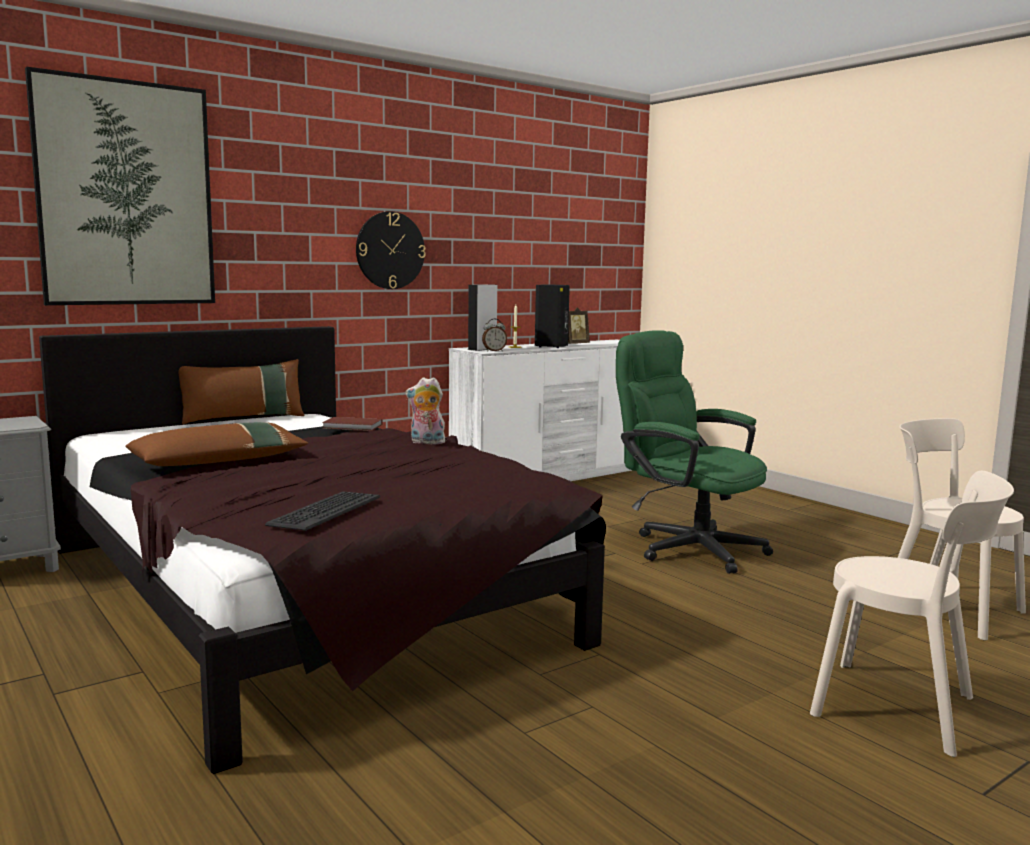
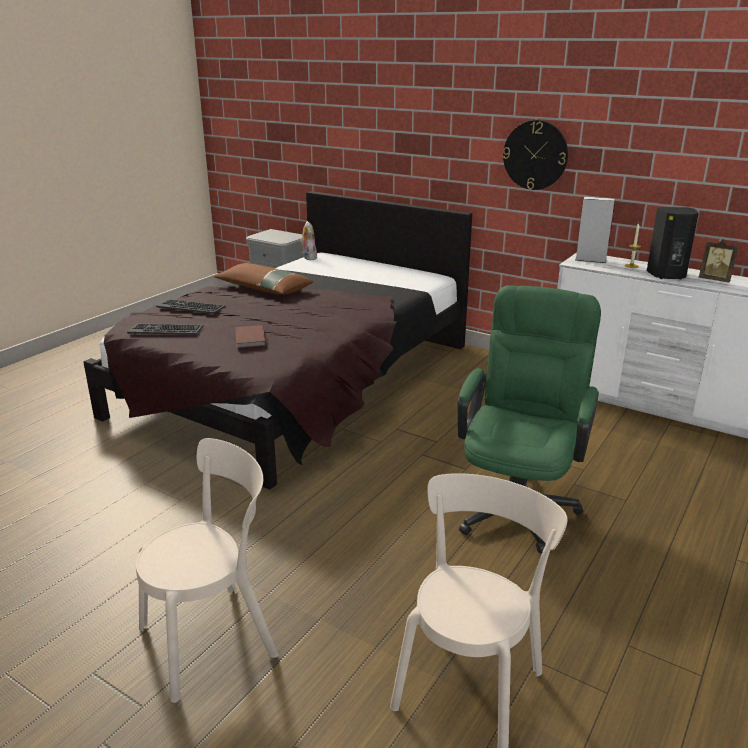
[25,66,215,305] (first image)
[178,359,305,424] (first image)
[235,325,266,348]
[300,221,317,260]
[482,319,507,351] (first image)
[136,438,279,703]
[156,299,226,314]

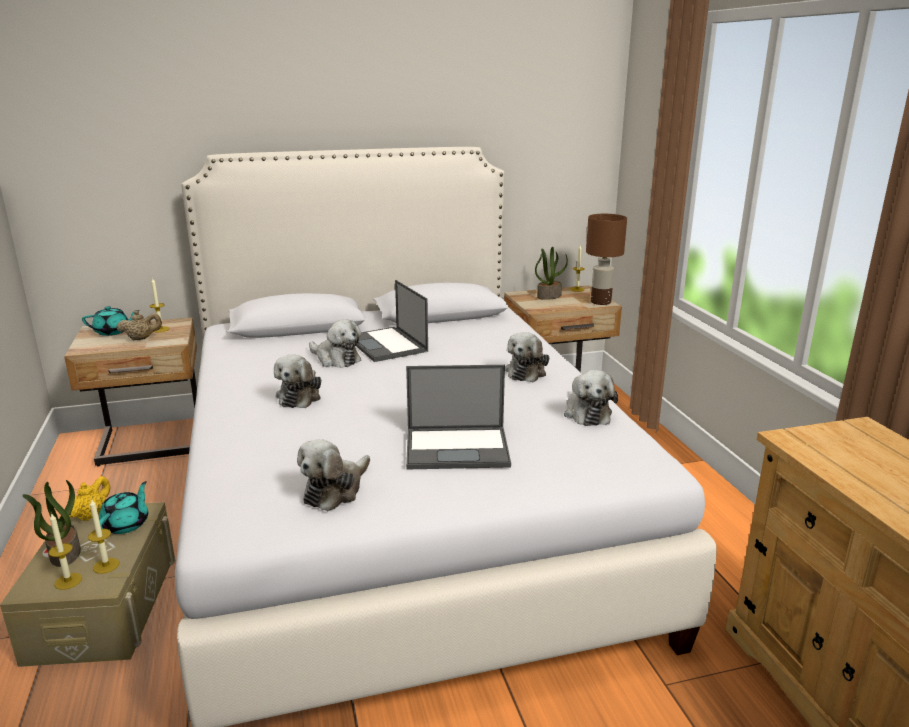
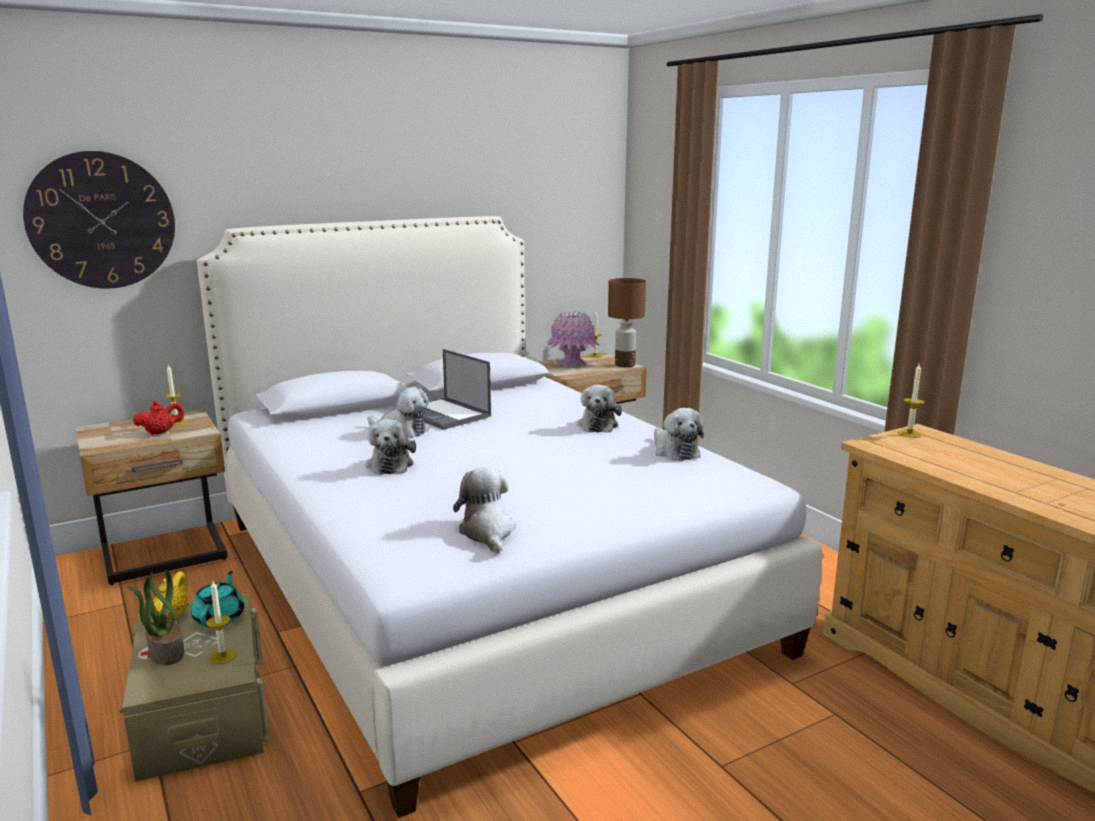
[897,364,924,438]
[82,306,140,336] (first image)
[133,401,185,435]
[453,468,516,553]
[406,365,511,469] (first image)
[546,311,599,367]
[23,151,175,289]

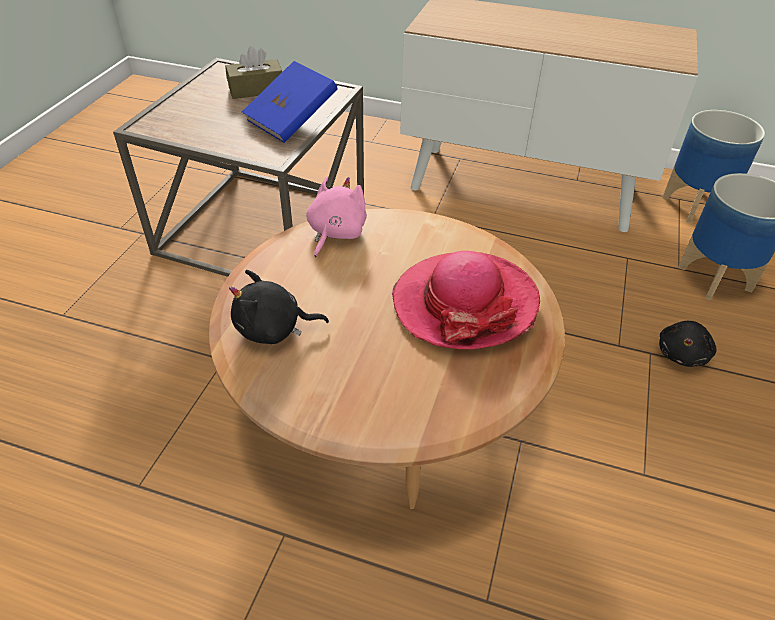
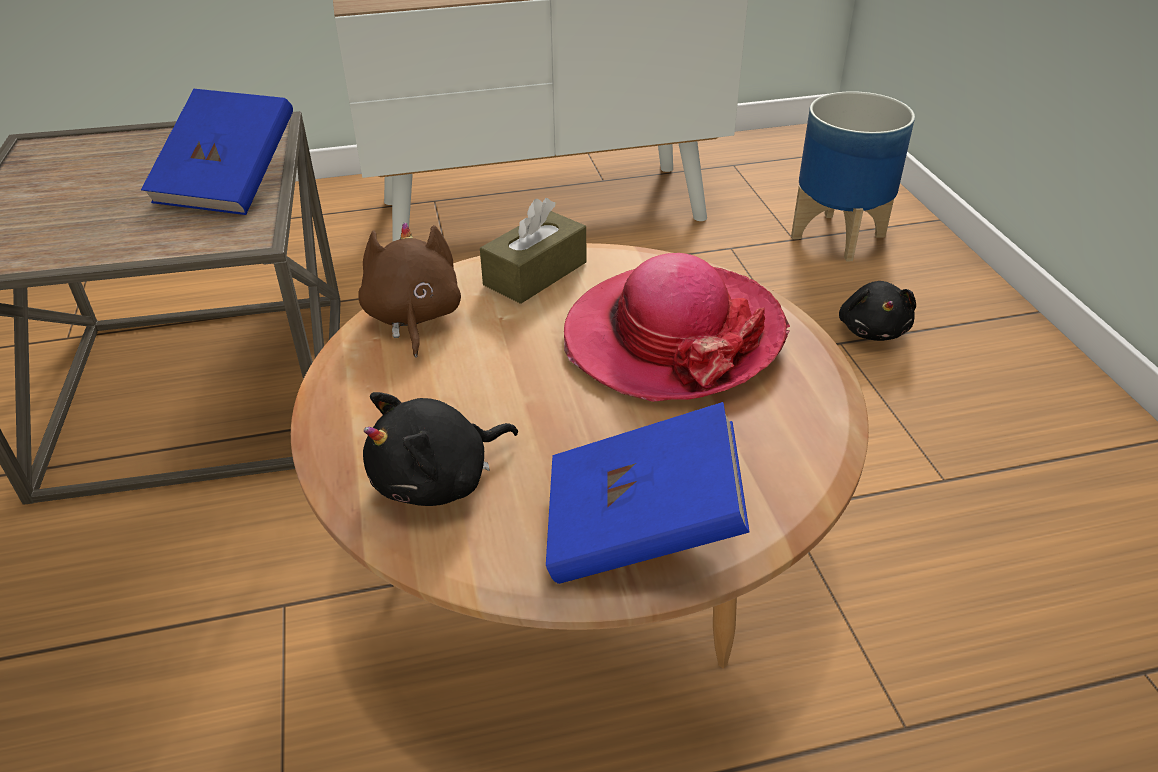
[480,198,586,304]
[359,222,461,358]
[662,110,765,223] (first image)
[546,402,750,584]

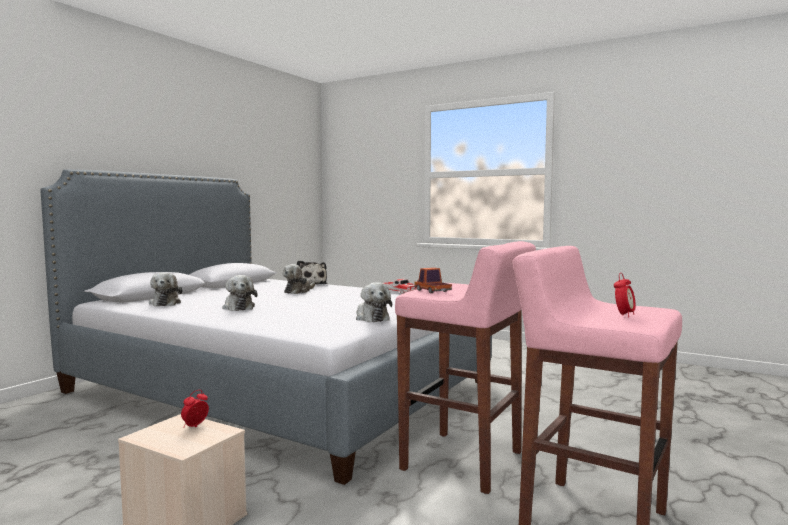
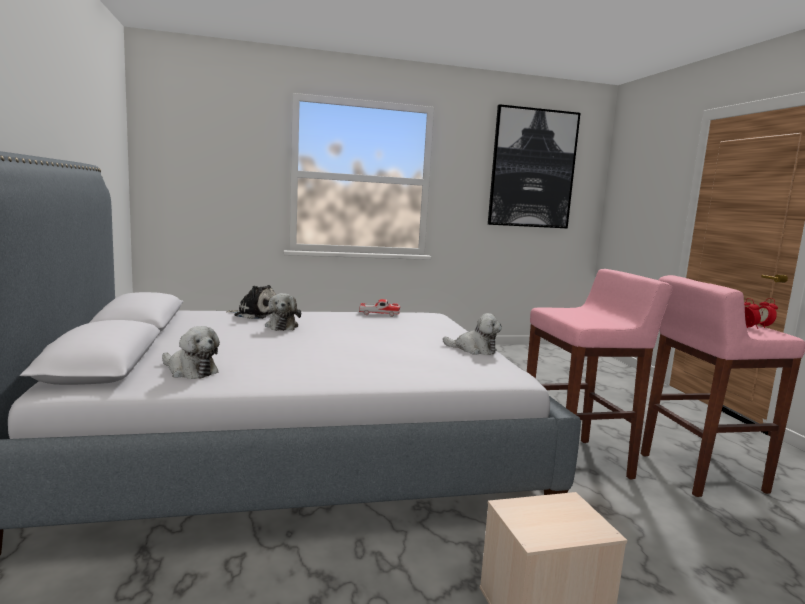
[758,298,778,328]
[222,275,258,311] (first image)
[414,267,452,293] (first image)
[488,104,580,229]

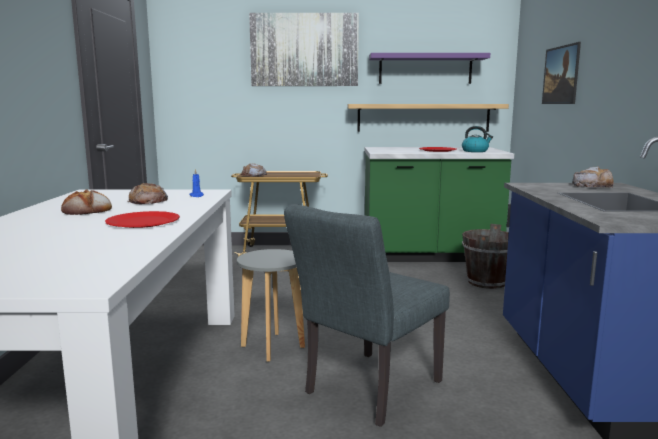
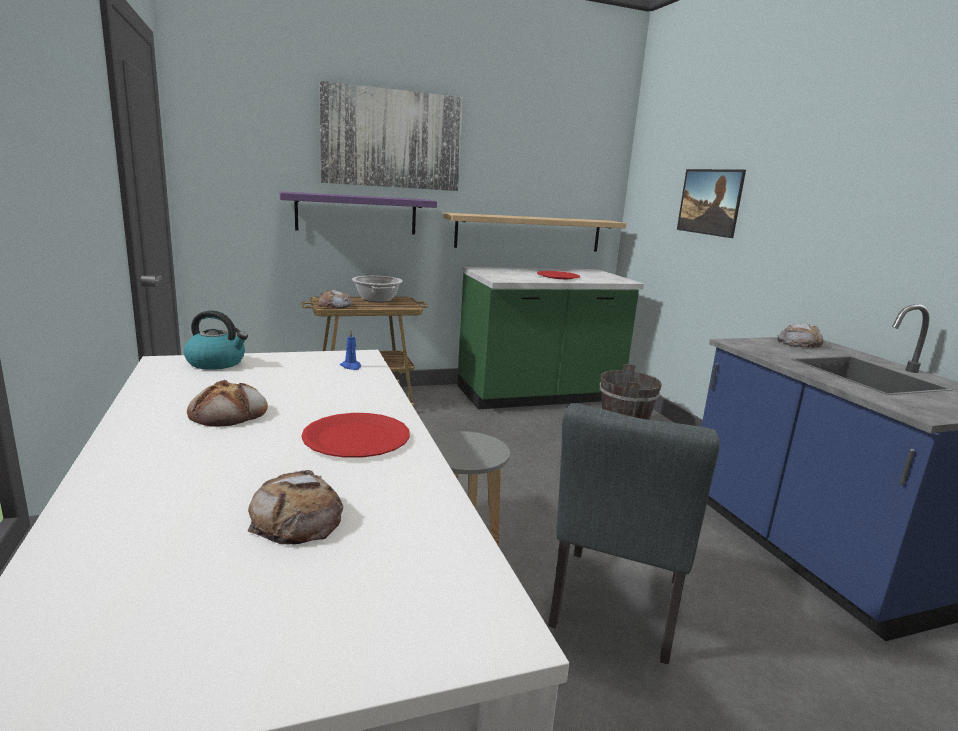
[248,470,343,544]
[279,191,437,235]
[184,310,248,370]
[352,276,403,302]

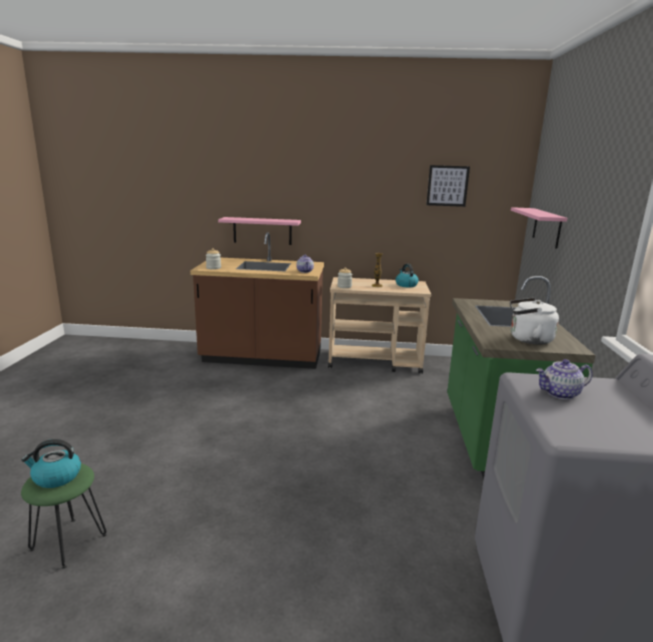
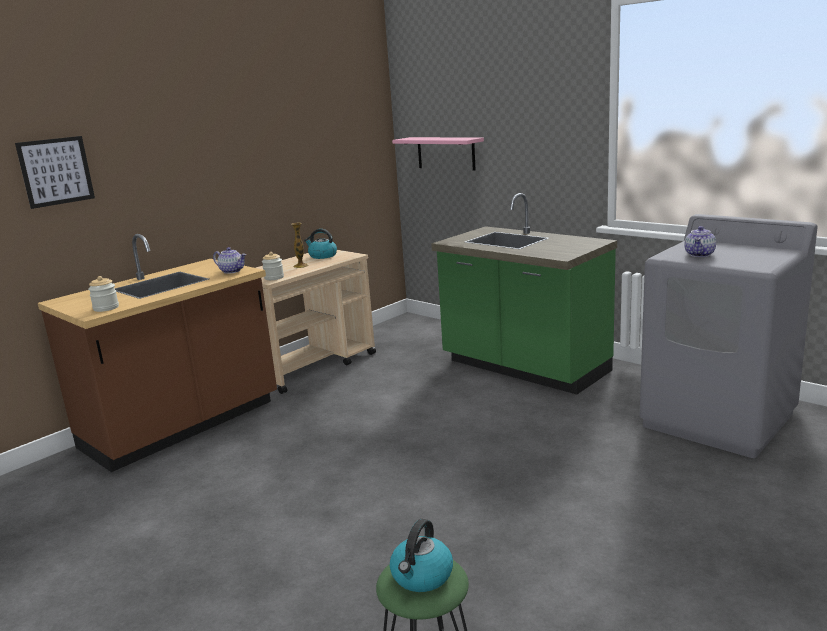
[218,217,301,245] (first image)
[15,136,95,209]
[510,298,559,345] (first image)

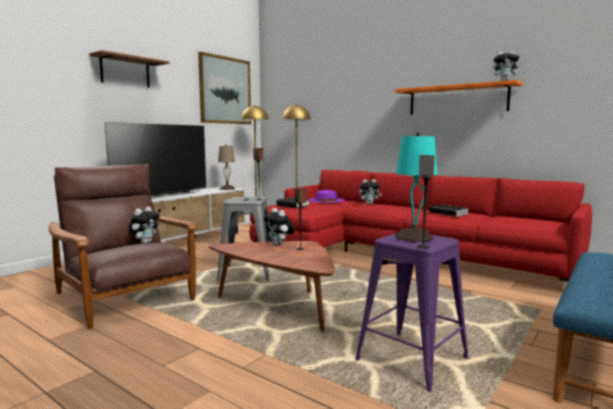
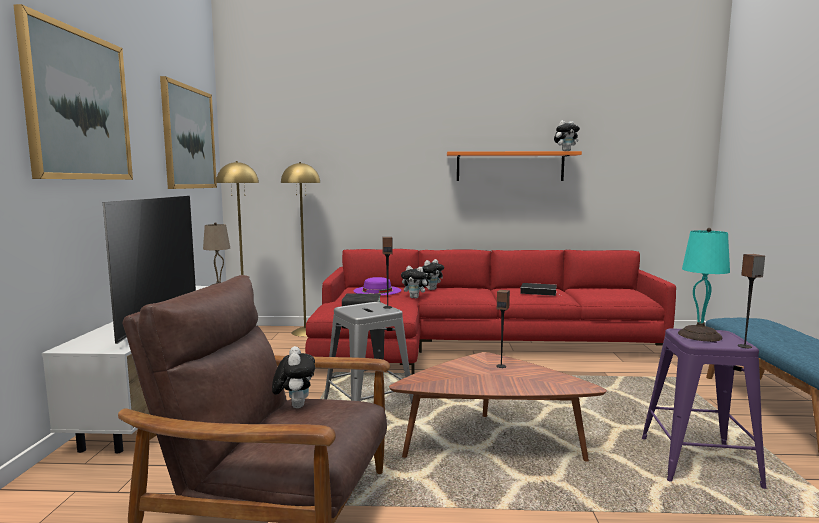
[13,4,133,180]
[401,266,430,298]

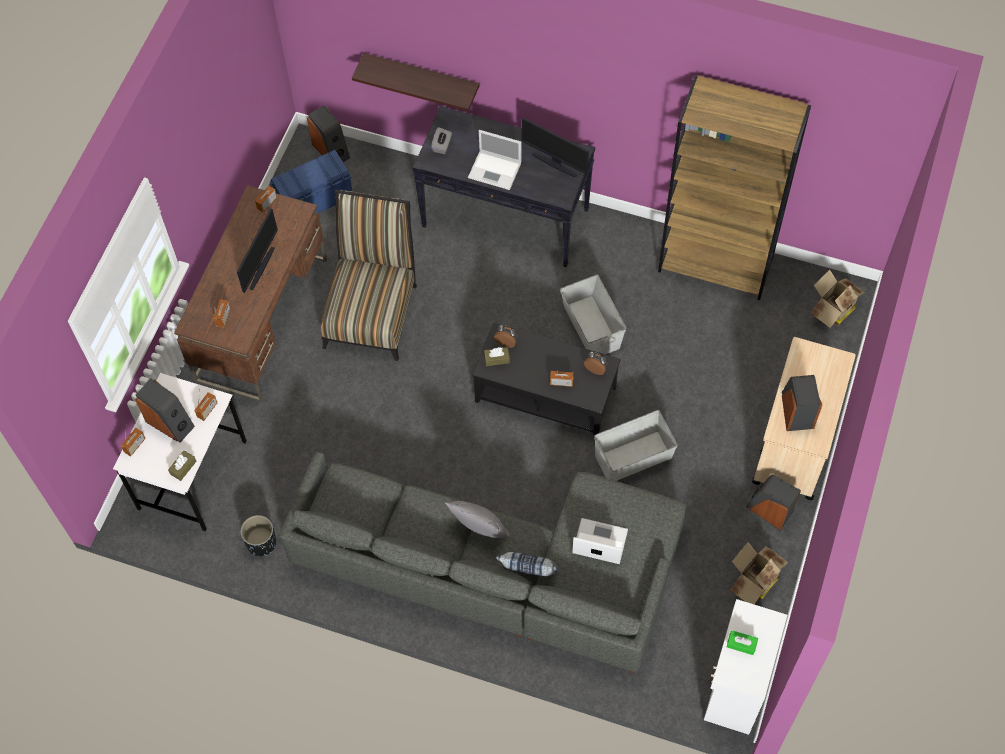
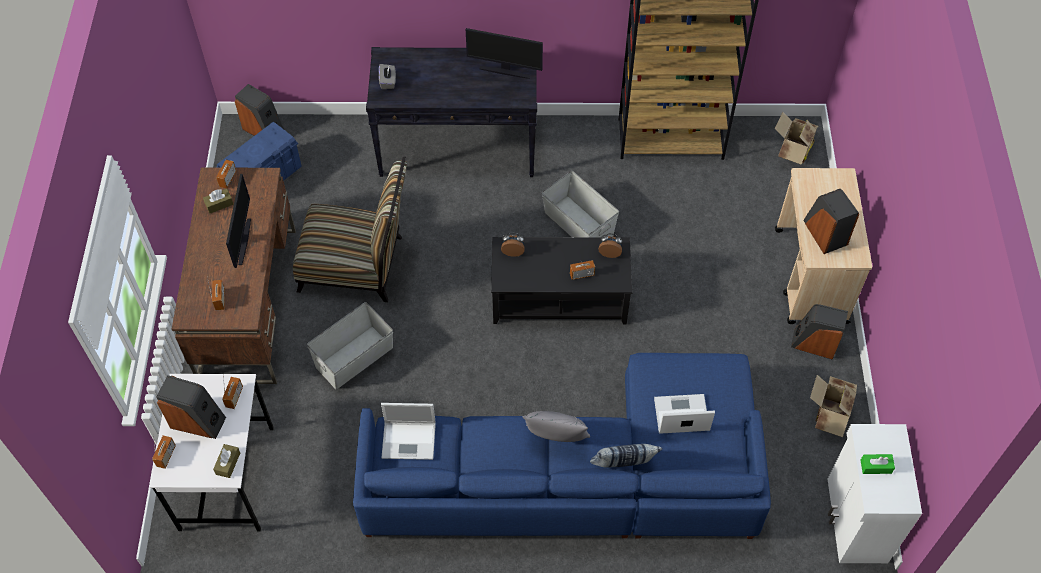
[241,515,276,556] (first image)
[353,353,771,539]
[293,157,407,302]
[352,53,480,111] (first image)
[381,403,436,460]
[203,189,234,214]
[307,302,393,390]

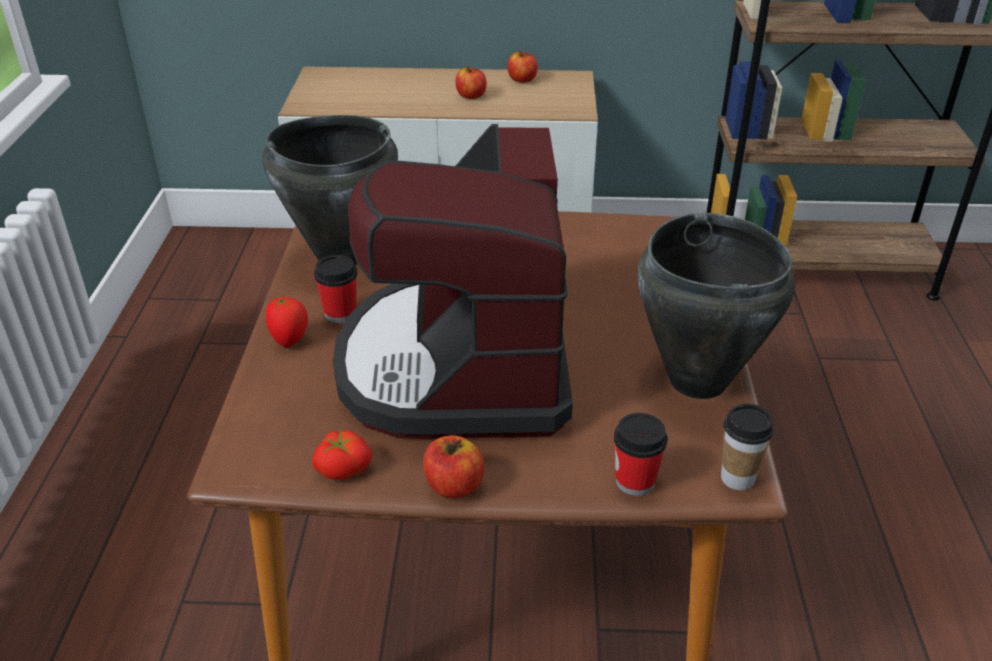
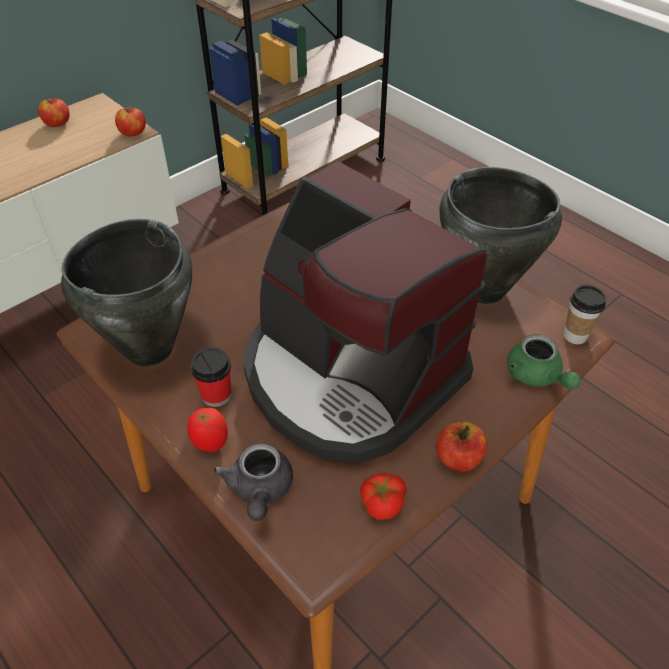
[115,107,146,137]
[507,334,581,389]
[213,443,293,521]

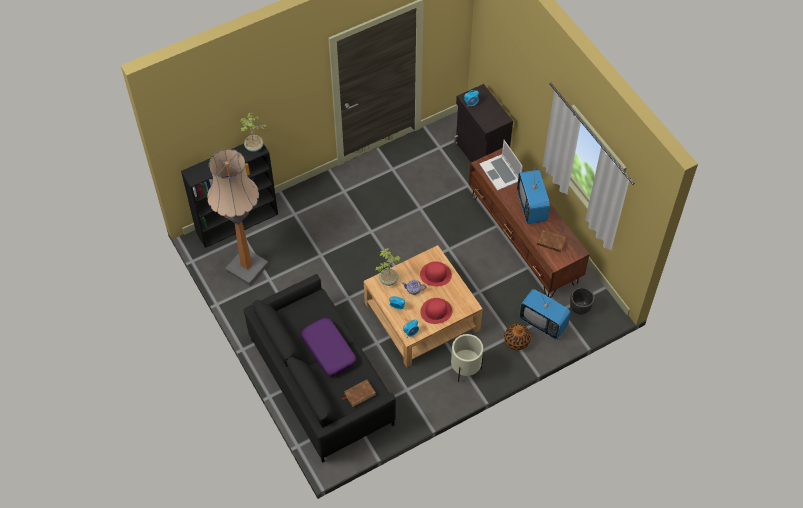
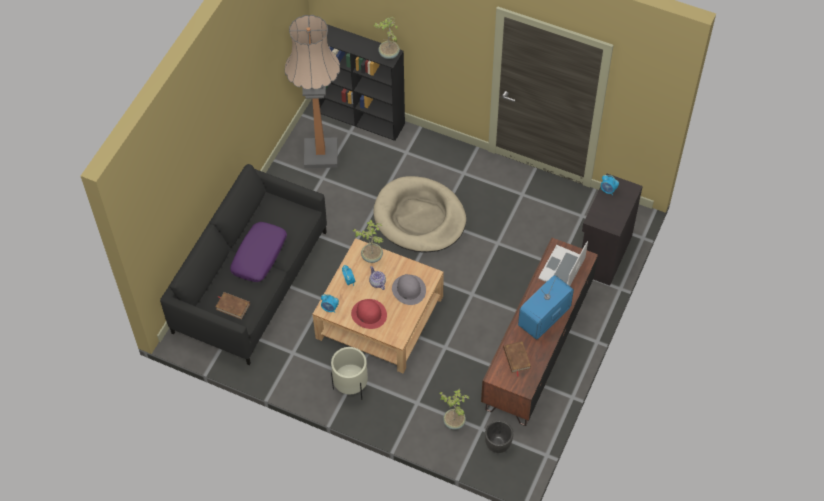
[392,274,426,305]
[504,324,531,350] (first image)
[439,389,470,430]
[373,176,466,252]

